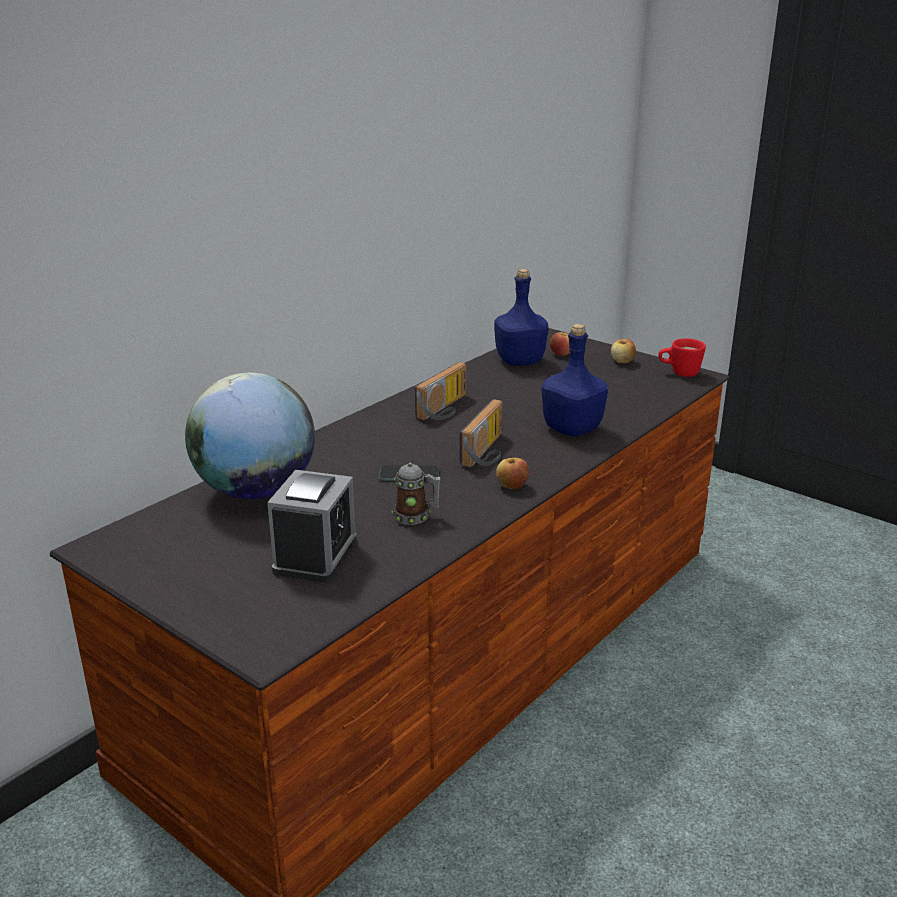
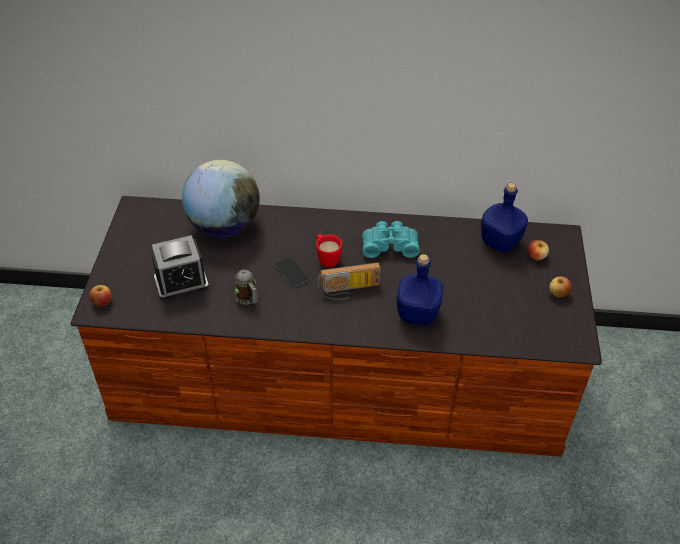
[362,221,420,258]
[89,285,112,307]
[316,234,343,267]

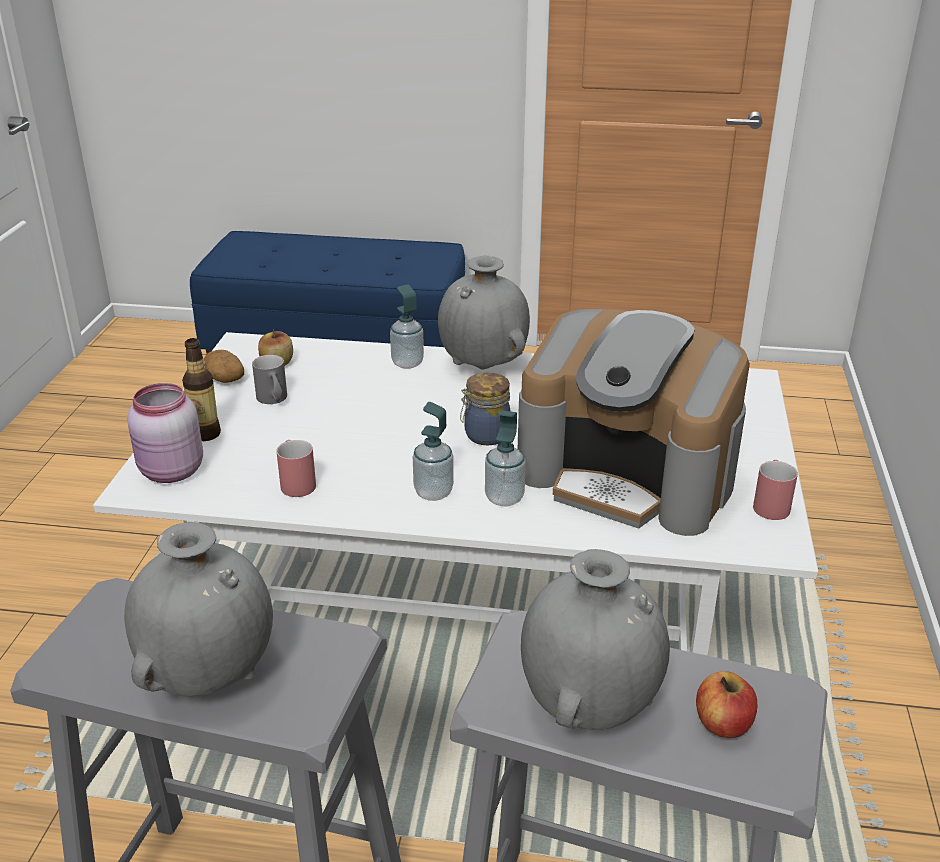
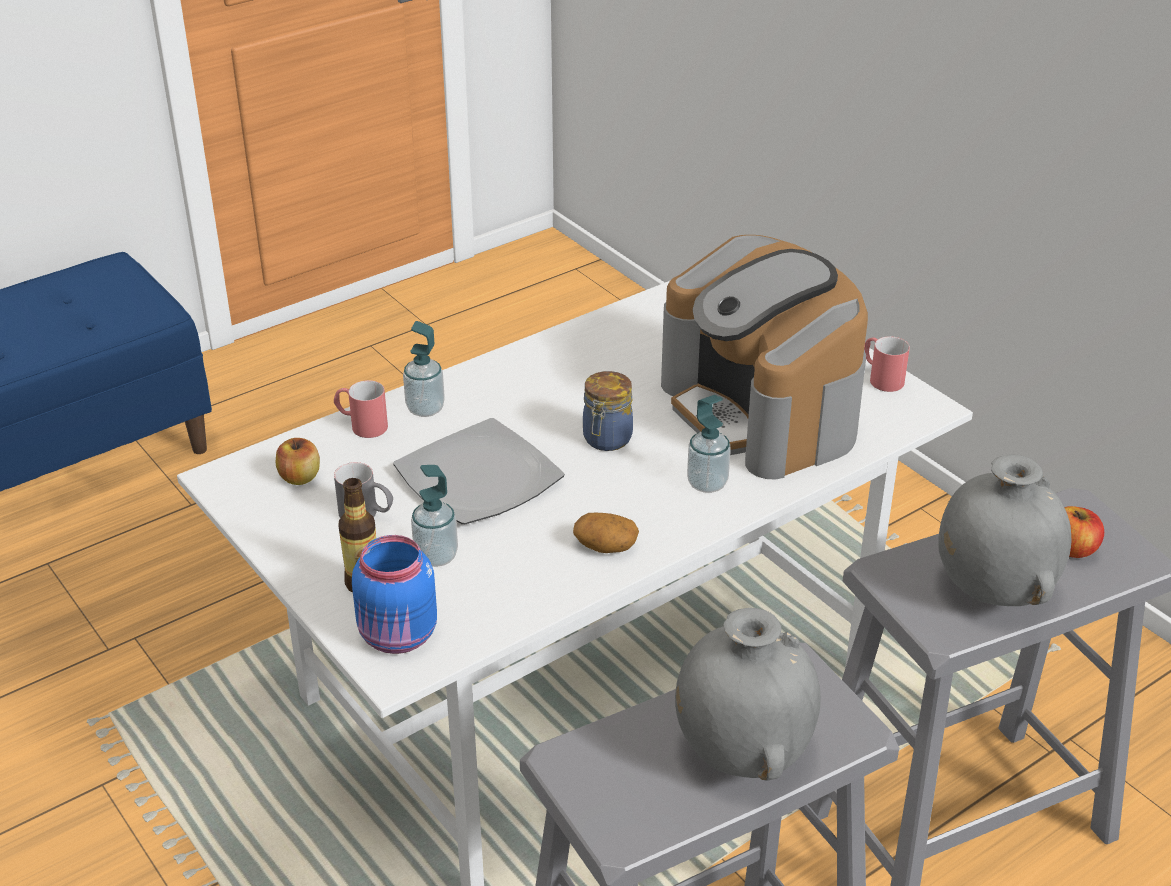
[352,535,437,654]
[573,513,639,553]
[334,380,388,438]
[411,465,458,567]
[438,256,530,370] (first image)
[661,235,868,480]
[393,418,564,524]

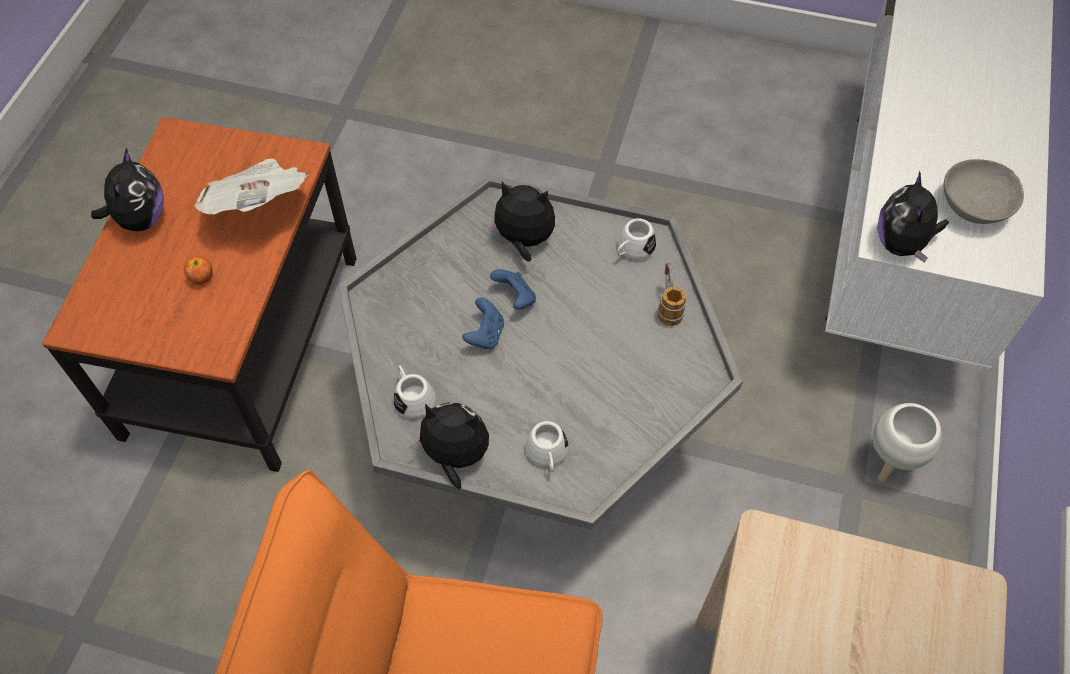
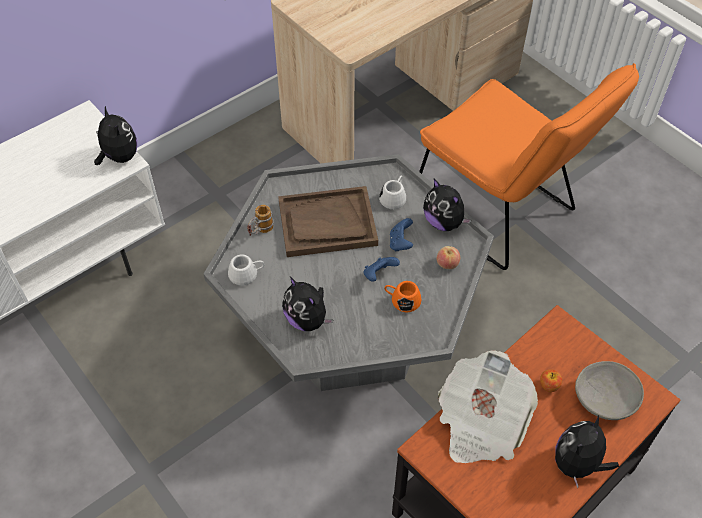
[436,246,460,269]
[390,218,413,252]
[873,403,942,482] (first image)
[94,106,137,165]
[575,361,644,420]
[278,186,378,257]
[385,281,421,312]

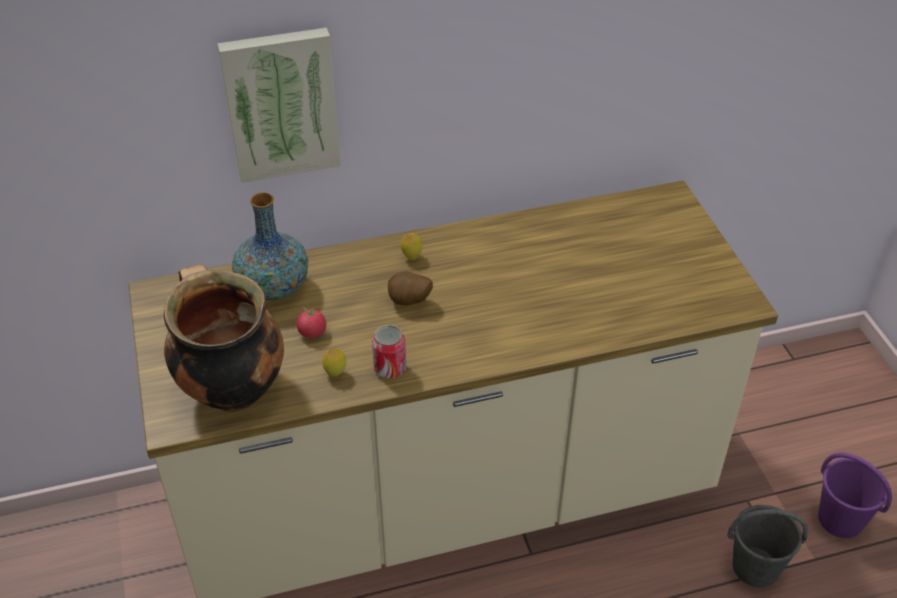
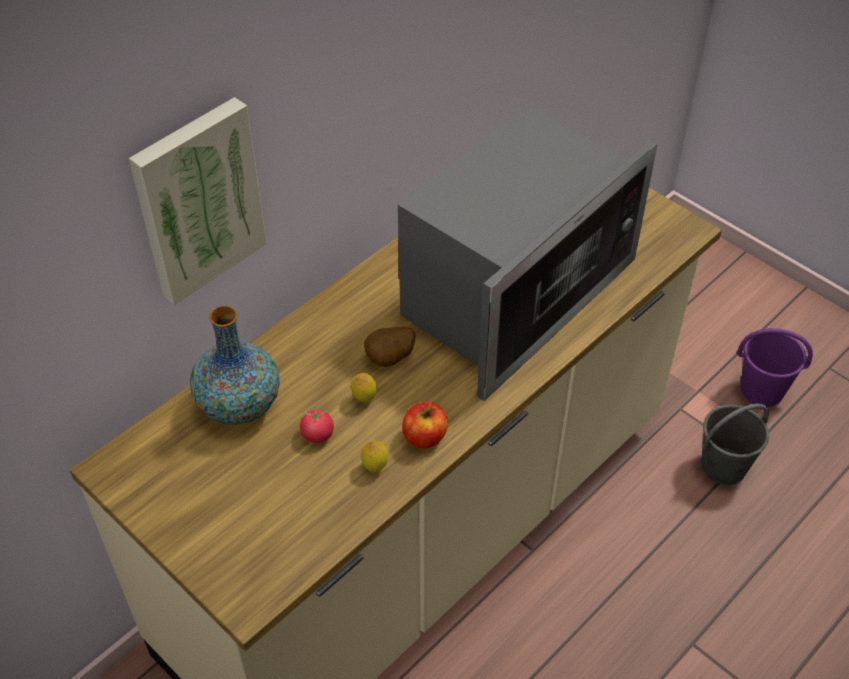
[164,265,284,412] (first image)
[402,402,448,449]
[351,373,377,403]
[398,106,657,401]

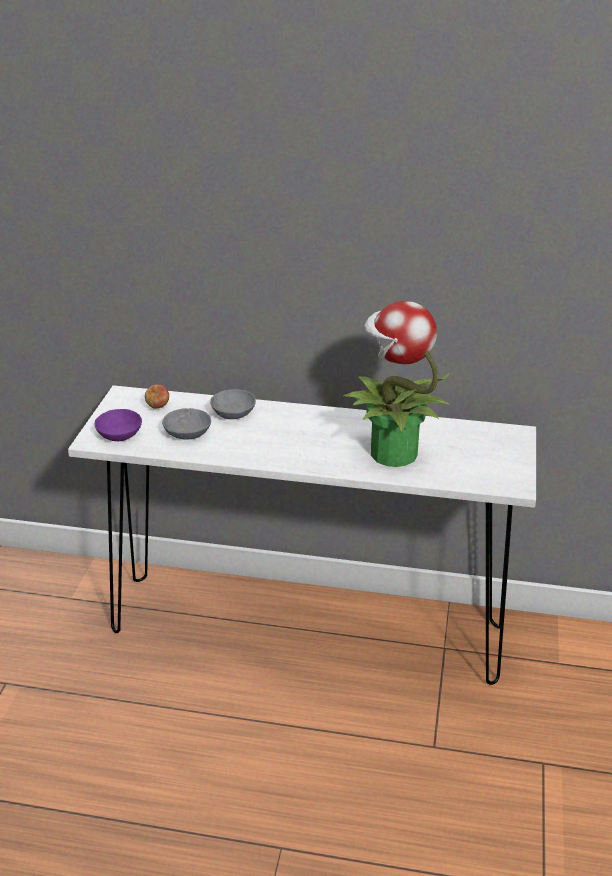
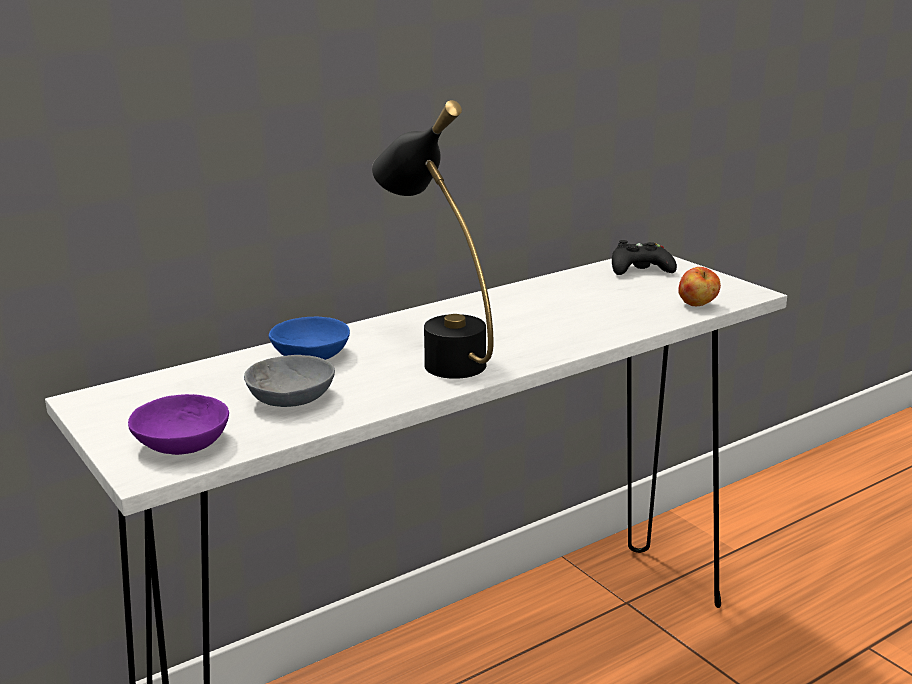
[678,267,721,306]
[269,317,350,360]
[343,301,449,467] (first image)
[372,100,494,379]
[612,240,677,275]

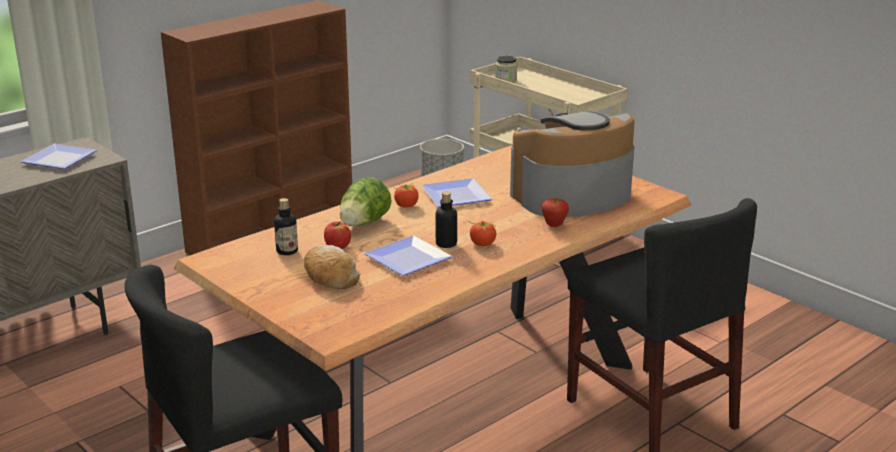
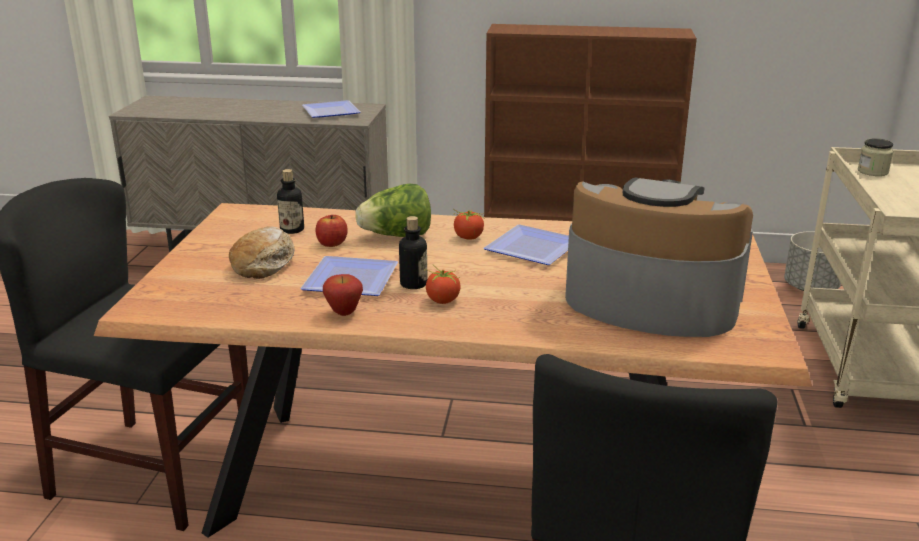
[323,274,363,316]

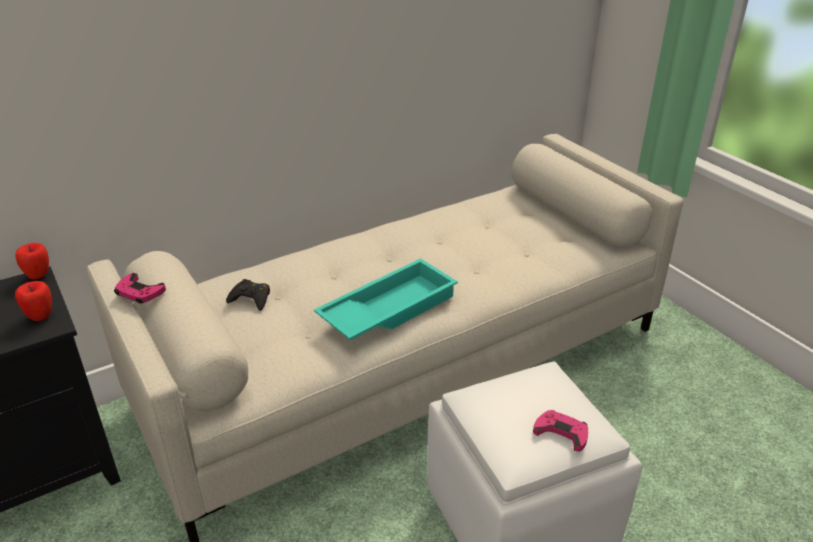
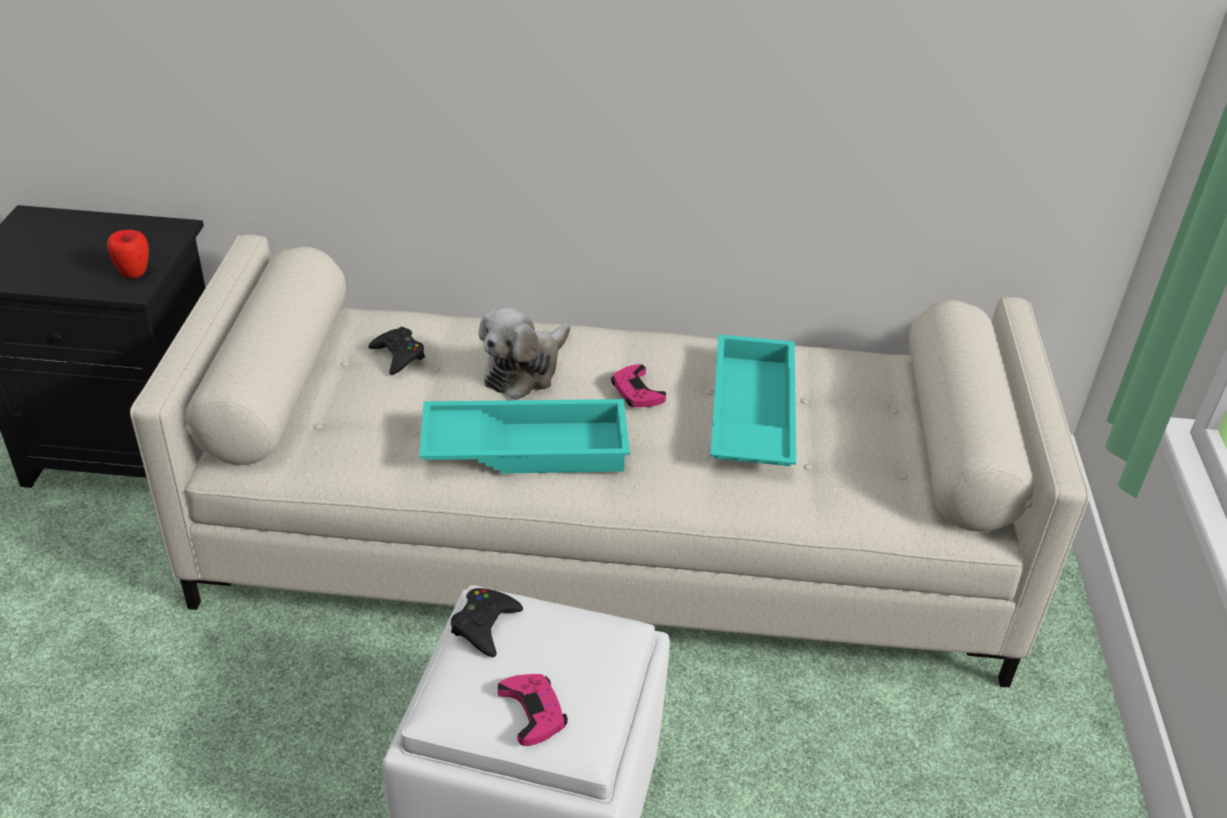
[15,243,49,279] (first image)
[611,364,666,407]
[451,588,523,657]
[478,308,570,400]
[710,335,796,466]

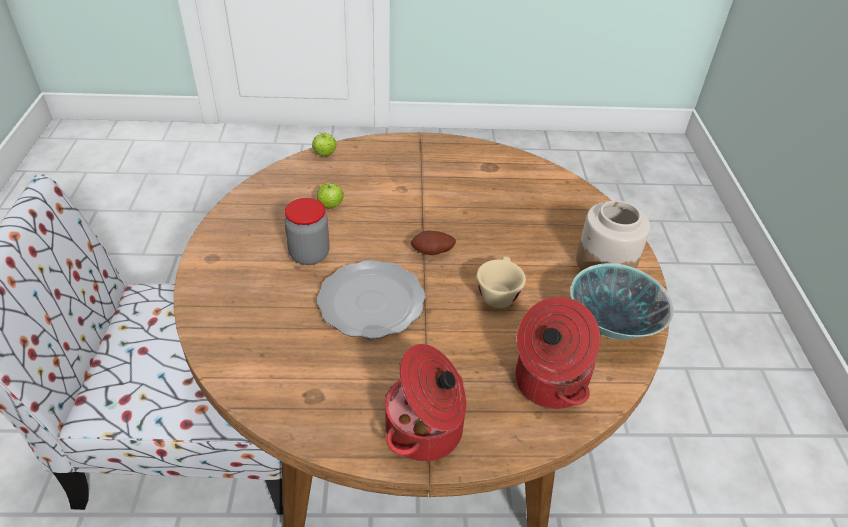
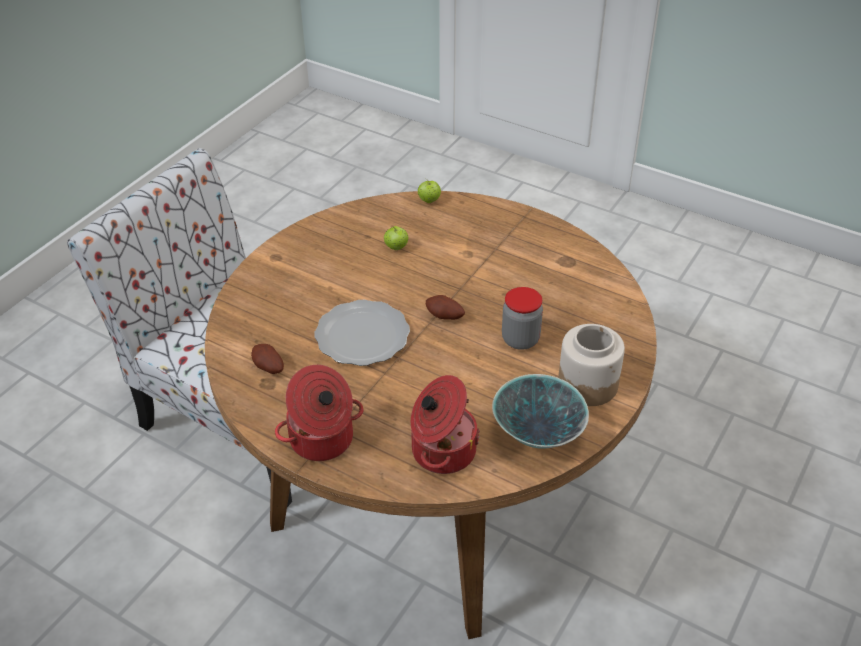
[502,287,543,350]
[477,256,526,308] (first image)
[251,344,284,374]

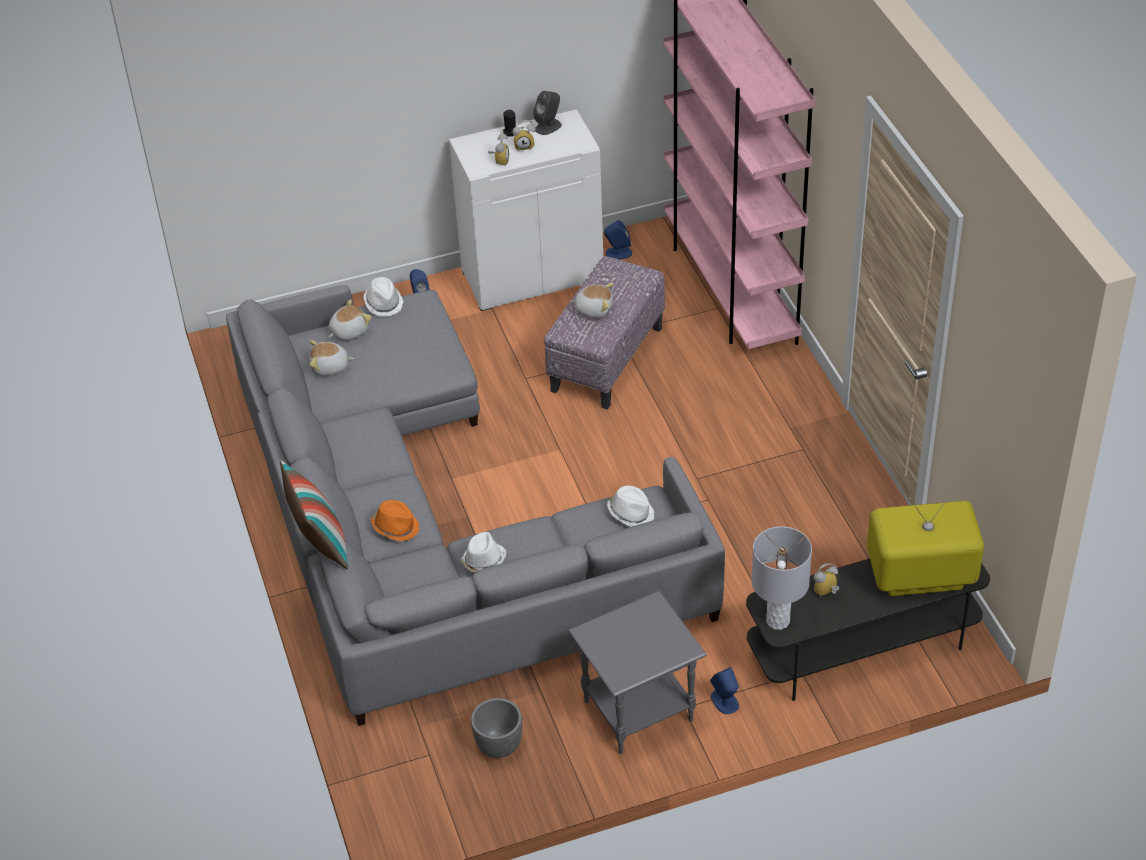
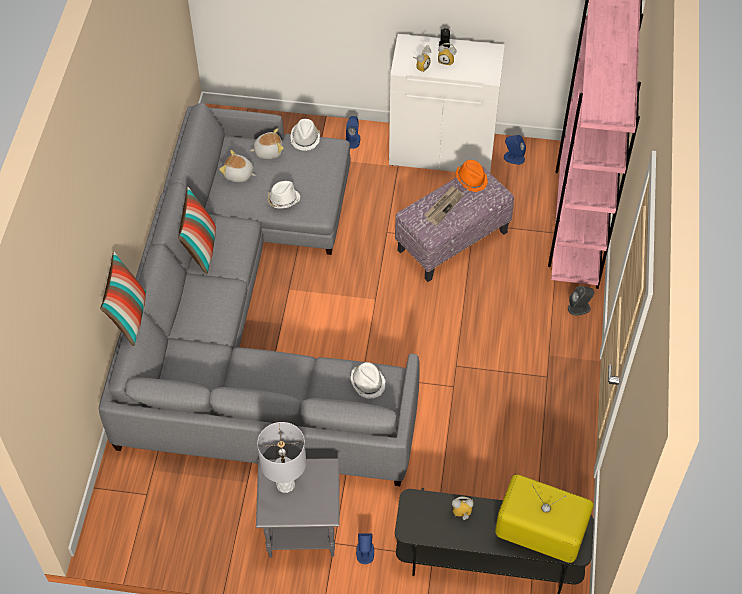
[456,160,488,192]
[267,181,300,209]
[471,698,522,758] (first image)
[568,286,595,316]
[424,185,464,225]
[257,422,306,493]
[178,187,216,275]

